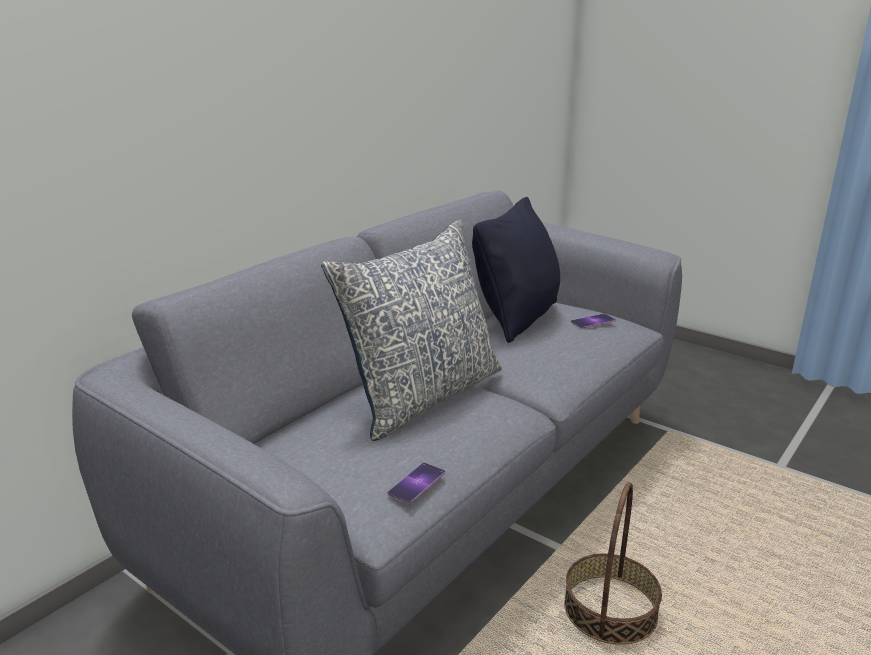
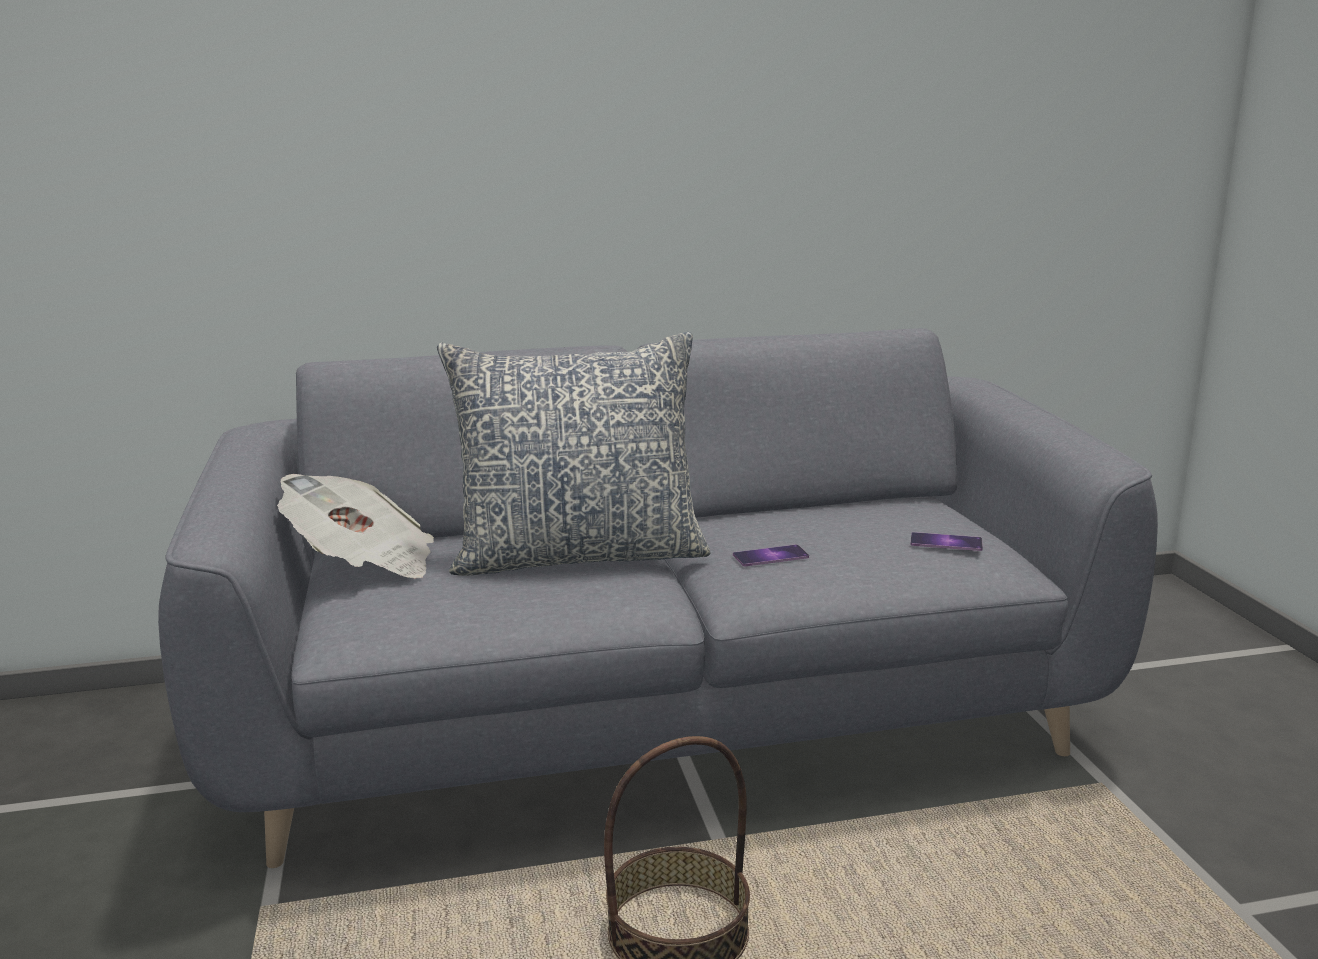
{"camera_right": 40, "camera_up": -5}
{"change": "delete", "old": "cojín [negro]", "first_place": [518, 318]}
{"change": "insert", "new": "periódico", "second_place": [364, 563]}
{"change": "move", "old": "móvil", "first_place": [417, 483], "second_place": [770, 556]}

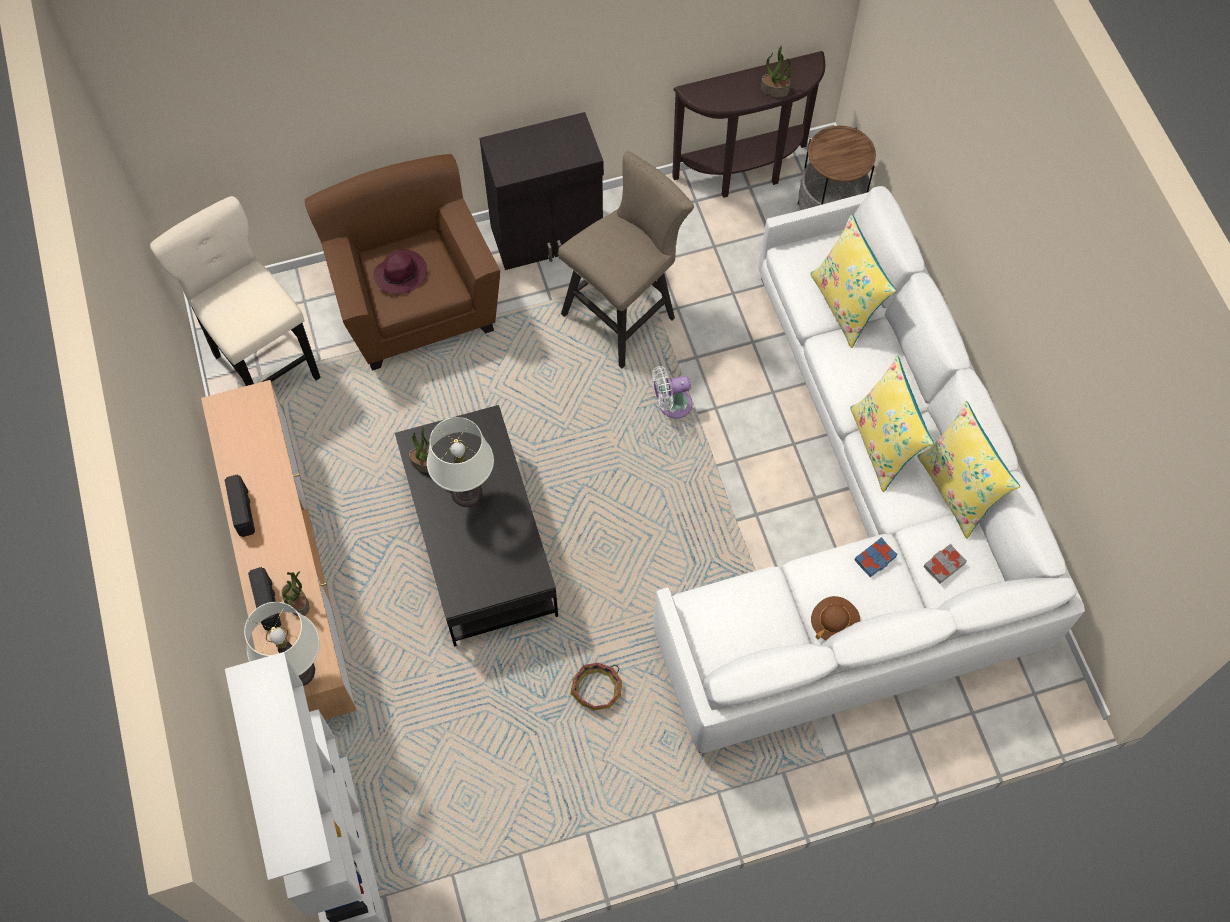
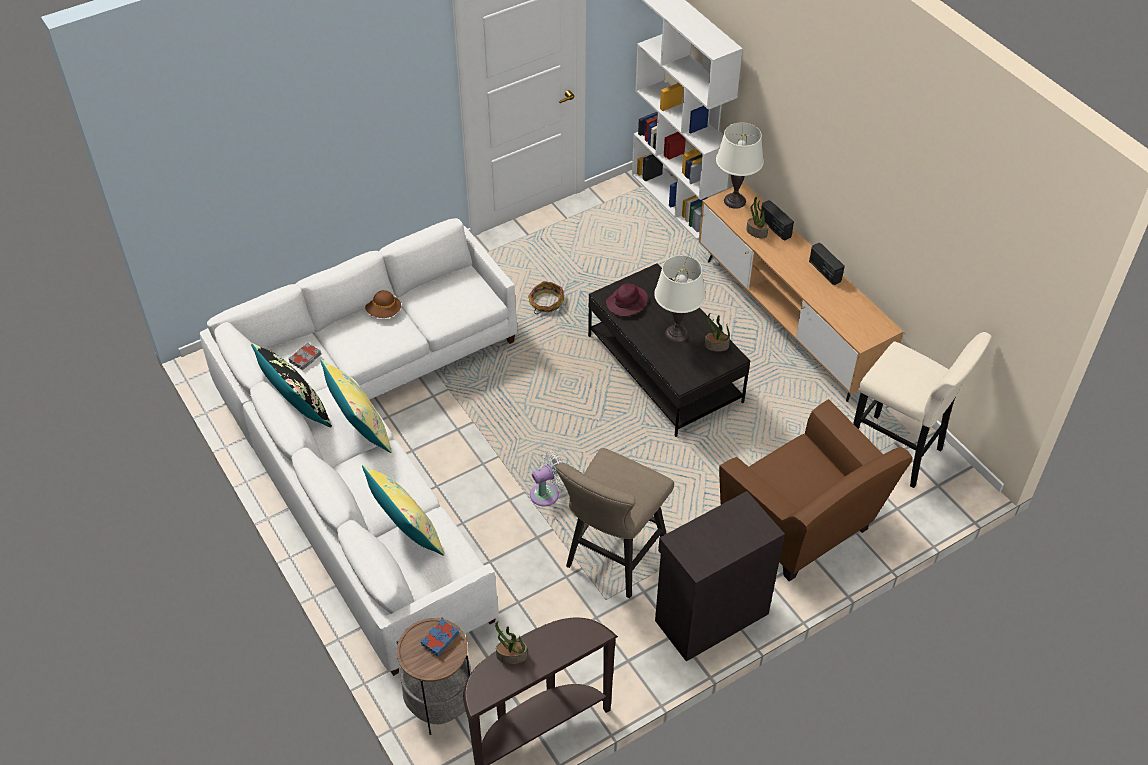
{"camera_right": 165, "camera_up": -15}
{"change": "move", "old": "sombrero [morado]", "first_place": [401, 273], "second_place": [626, 303]}
{"change": "move", "old": "libro [azul]", "first_place": [875, 559], "second_place": [439, 639]}
{"change": "recolor", "old": "cojín [amarillo]", "new": "cojín [negro]", "first_place": [957, 490], "second_place": [297, 409]}

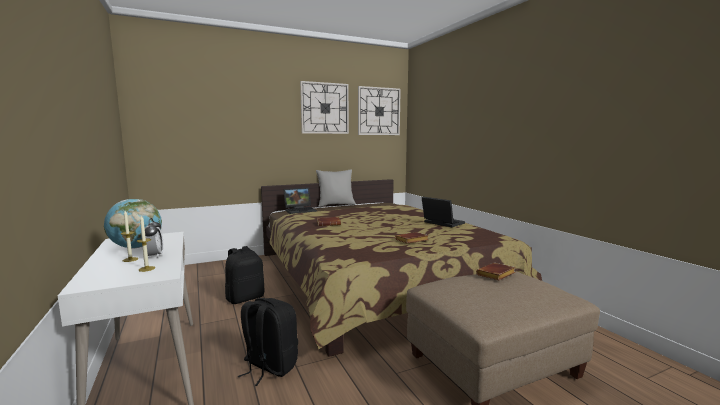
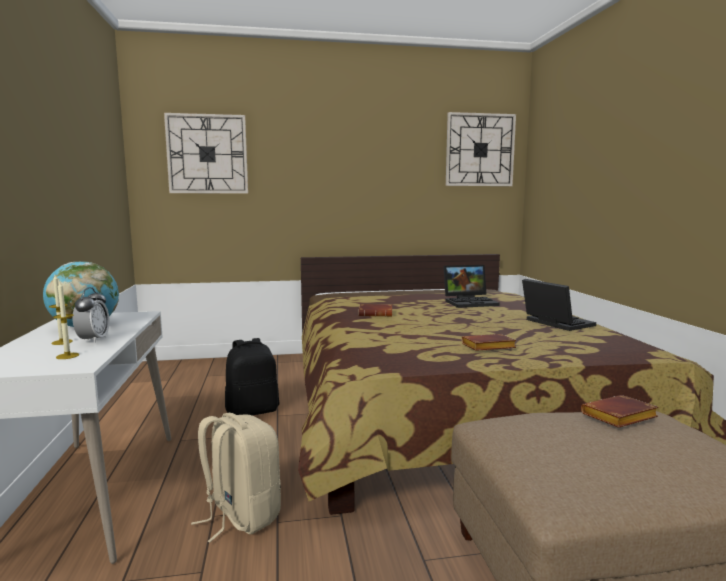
{"camera_right": 15, "camera_up": 0}
{"change": "delete", "old": "cojín [gris]", "first_place": [336, 205]}
{"change": "move", "old": "portátil", "first_place": [300, 210], "second_place": [470, 302]}
{"change": "move", "old": "reloj de pared", "first_place": [325, 108], "second_place": [207, 154]}
{"change": "recolor", "old": "mochila [negro]", "new": "mochila [beis]", "first_place": [269, 367], "second_place": [240, 516]}

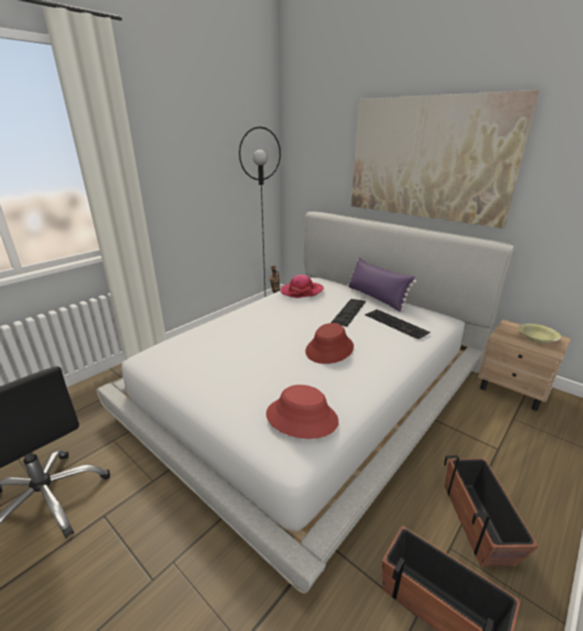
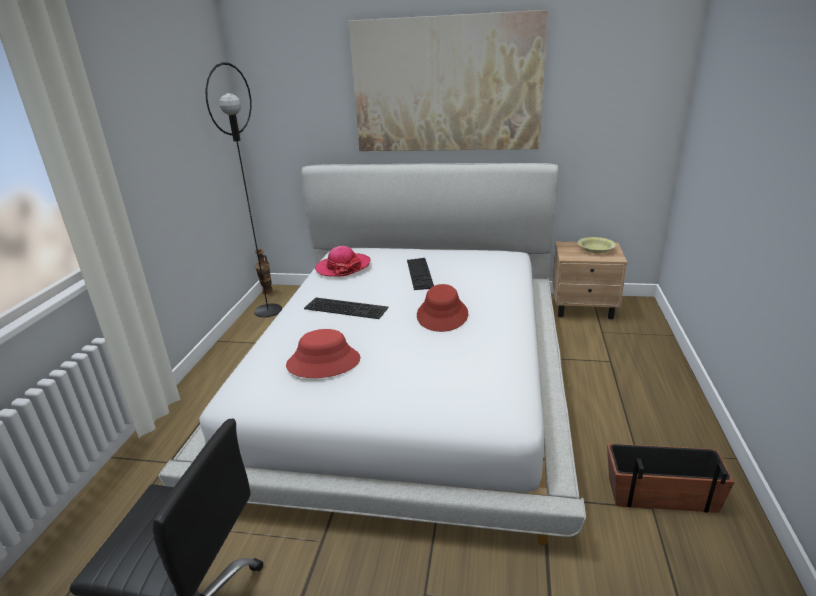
{"camera_right": -30, "camera_up": 0}
{"change": "delete", "old": "cojín [morado]", "first_place": [376, 298]}
{"change": "delete", "old": "maceta", "first_place": [478, 522]}
{"change": "move", "old": "sombrero [rojo]", "first_place": [302, 417], "second_place": [323, 362]}
{"change": "move", "old": "teclado", "first_place": [397, 323], "second_place": [347, 307]}

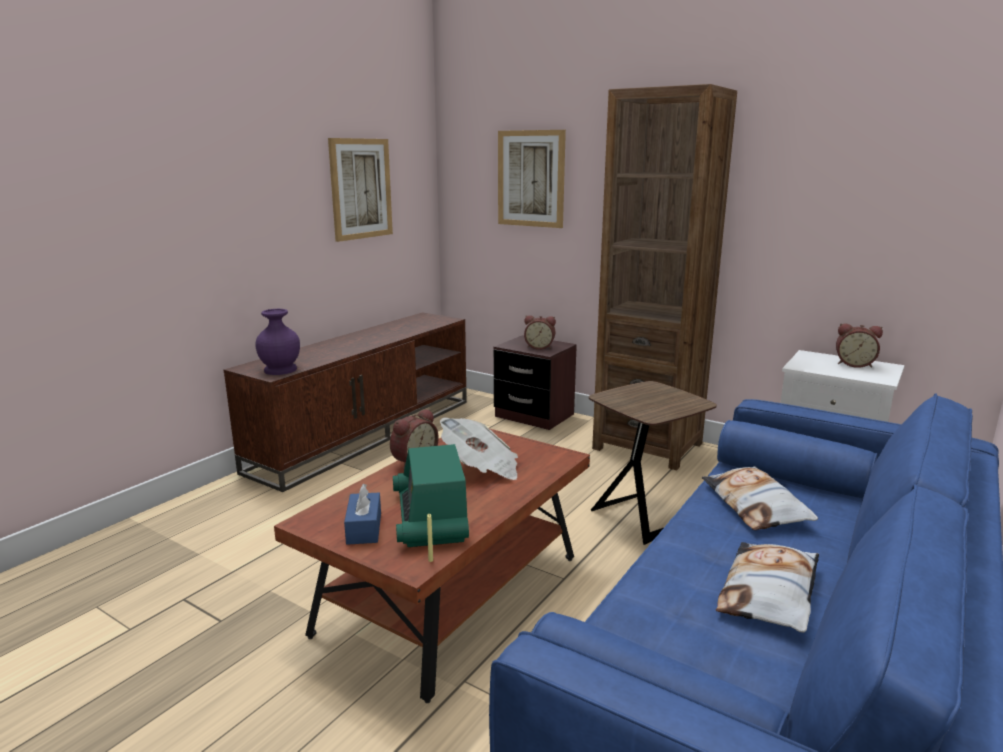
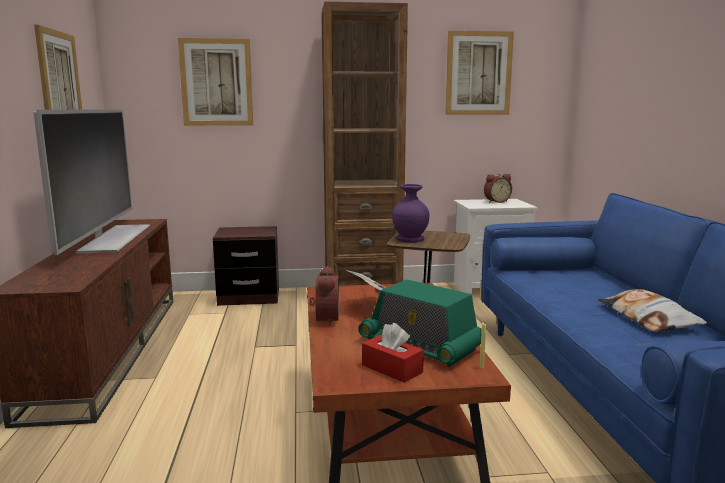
{"camera_right": -40, "camera_up": -5}
{"change": "delete", "old": "despertador", "first_place": [539, 347]}
{"change": "delete", "old": "cojín", "first_place": [755, 505]}
{"change": "insert", "new": "televisor", "second_place": [113, 238]}
{"change": "insert", "new": "cuadro", "second_place": [478, 73]}
{"change": "move", "old": "florero [morado]", "first_place": [281, 370], "second_place": [410, 239]}
{"change": "recolor", "old": "caja de pañuelos [azul]", "new": "caja de pañuelos [rojo]", "first_place": [364, 528], "second_place": [392, 368]}

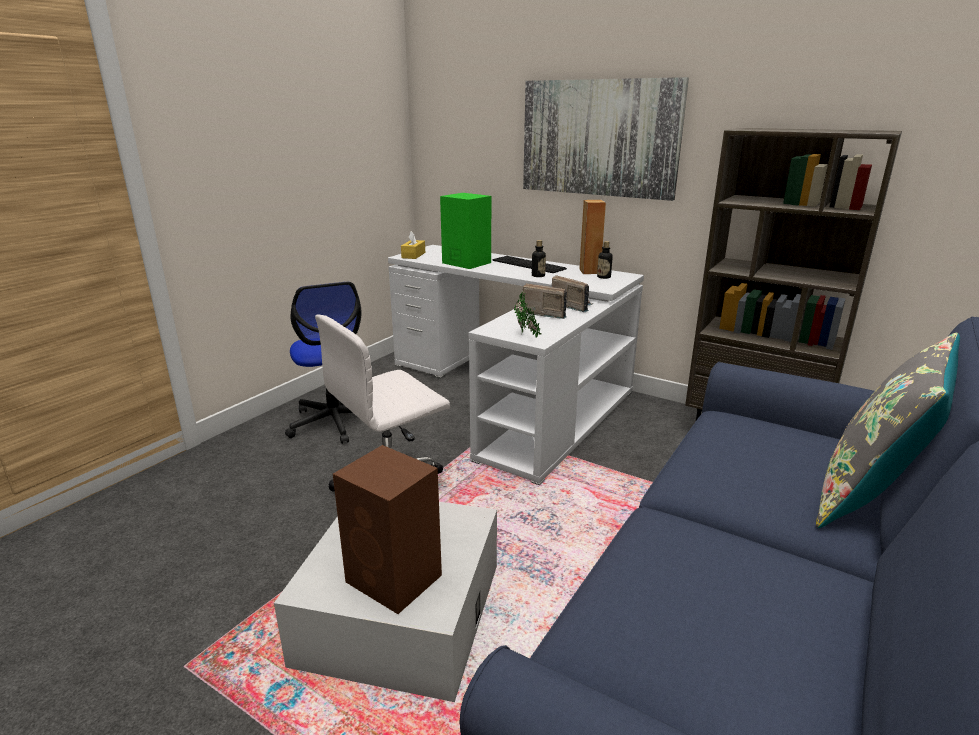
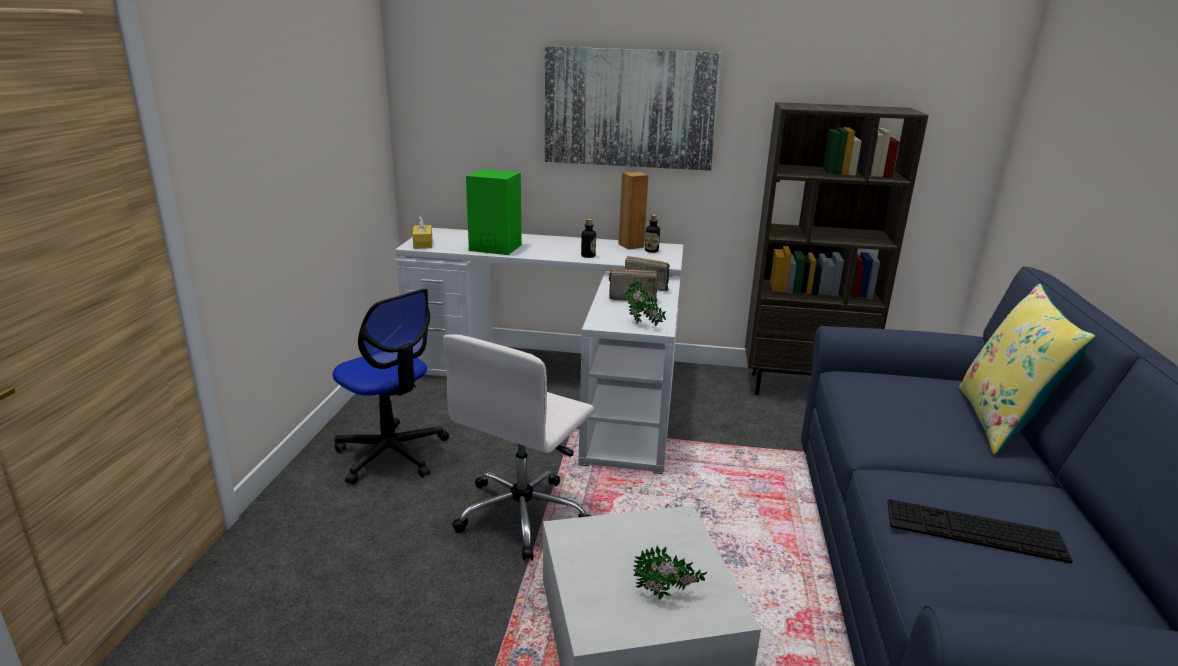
{"camera_right": -25, "camera_up": 0}
{"change": "move", "old": "teclado", "first_place": [528, 264], "second_place": [974, 530]}
{"change": "replace", "old": "altavoz [marrón]", "new": "planta en maceta", "first_place": [395, 579], "second_place": [667, 596]}
{"change": "recolor", "old": "cojín [gris]", "new": "cojín [amarillo]", "first_place": [869, 497], "second_place": [1001, 422]}

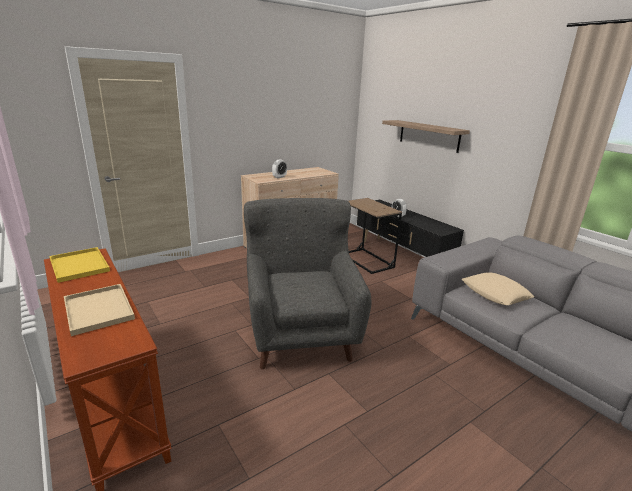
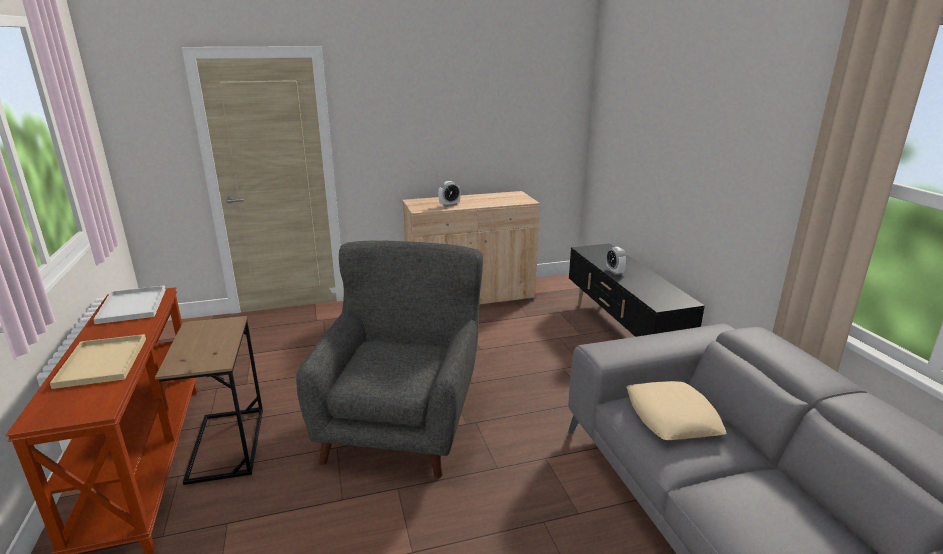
{"camera_right": 20, "camera_up": 0}
{"change": "delete", "old": "estante", "first_place": [429, 135]}
{"change": "move", "old": "mesa auxiliar [marrón]", "first_place": [367, 260], "second_place": [227, 444]}
{"change": "recolor", "old": "bandeja [amarillo]", "new": "bandeja [blanco]", "first_place": [78, 265], "second_place": [131, 305]}

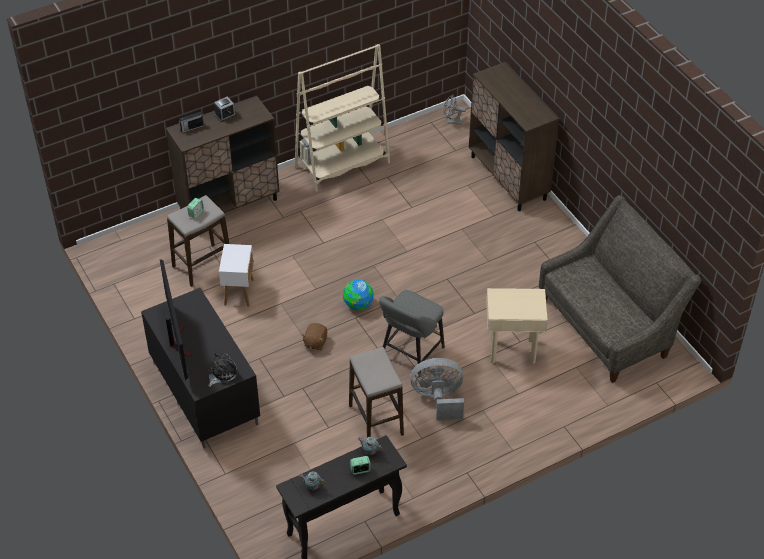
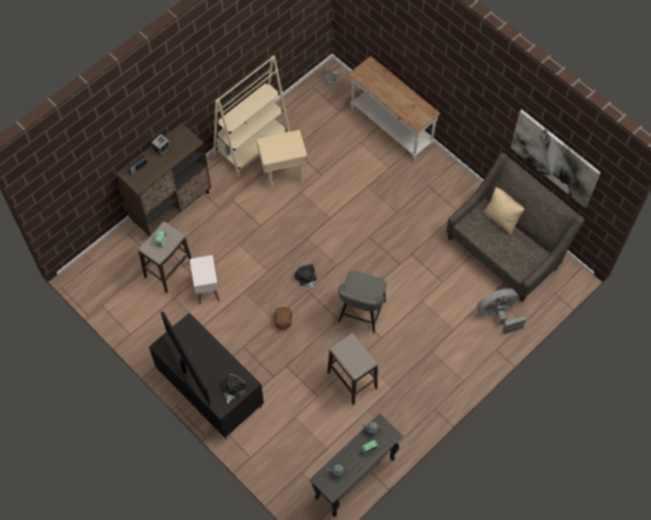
{"camera_right": -15, "camera_up": 15}
{"change": "insert", "new": "cojín [beis]", "second_place": [501, 218]}
{"change": "insert", "new": "cuadro", "second_place": [554, 158]}
{"change": "move", "old": "ventilador [gris]", "first_place": [438, 399], "second_place": [498, 315]}
{"change": "move", "old": "mesa auxiliar [beis]", "first_place": [512, 351], "second_place": [283, 176]}
{"change": "replace", "old": "globo terráqueo", "new": "peluche", "first_place": [358, 304], "second_place": [306, 278]}
{"change": "replace", "old": "armario [marrón]", "new": "mesa consola [blanco]", "first_place": [508, 178], "second_place": [390, 128]}

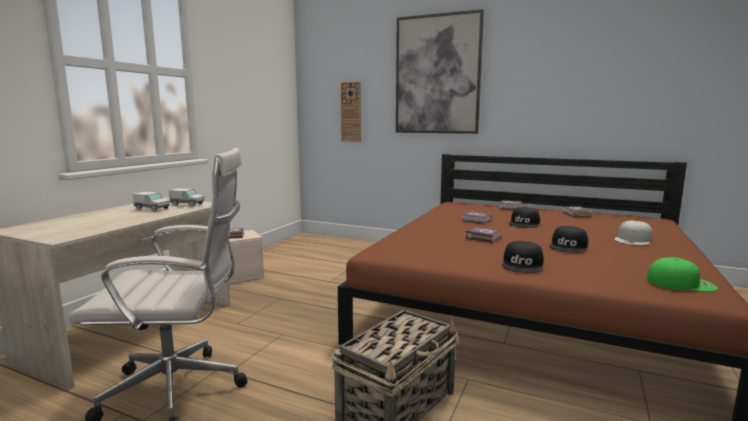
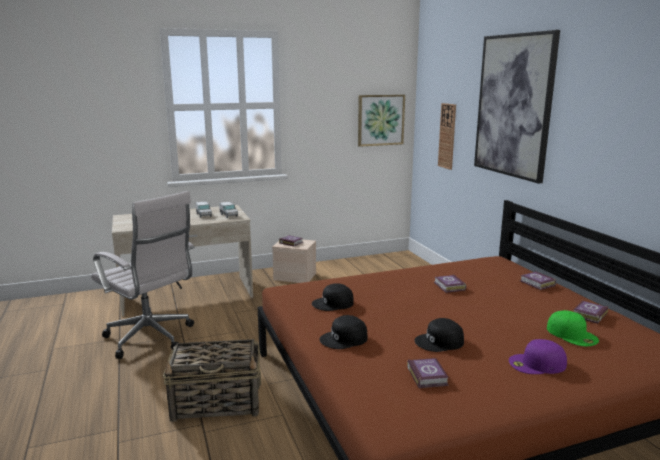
{"camera_right": 45, "camera_up": 5}
{"change": "insert", "new": "cuadro", "second_place": [380, 120]}
{"change": "move", "old": "libro", "first_place": [482, 237], "second_place": [427, 375]}
{"change": "move", "old": "gorra [negro]", "first_place": [524, 223], "second_place": [333, 303]}
{"change": "move", "old": "gorra [verde]", "first_place": [681, 283], "second_place": [572, 334]}
{"change": "recolor", "old": "gorra [blanco]", "new": "gorra [morado]", "first_place": [633, 239], "second_place": [537, 364]}

